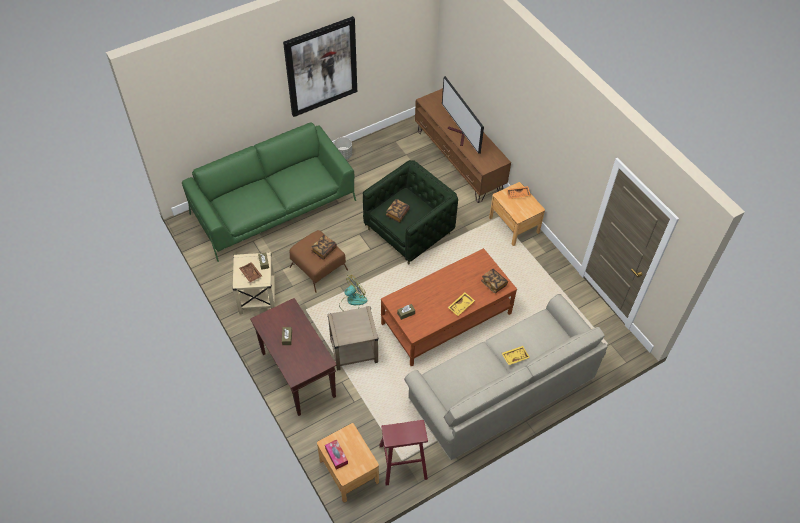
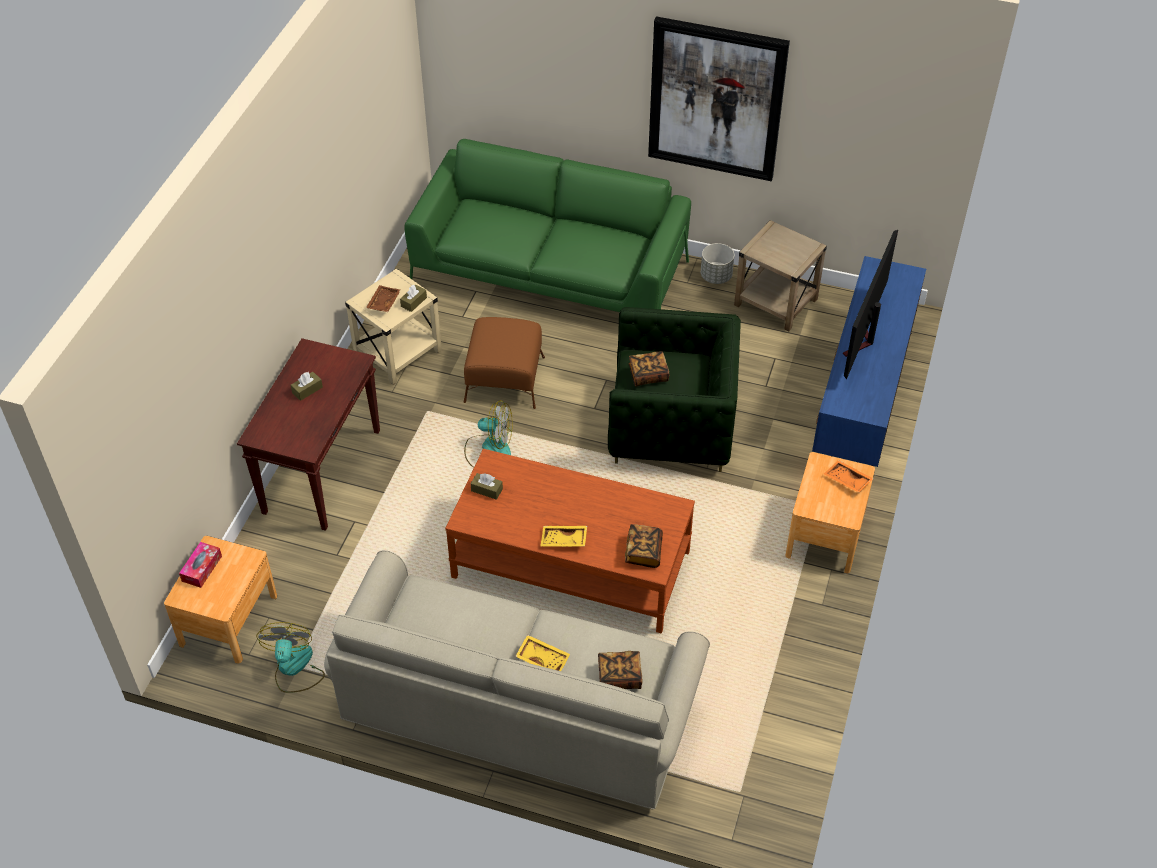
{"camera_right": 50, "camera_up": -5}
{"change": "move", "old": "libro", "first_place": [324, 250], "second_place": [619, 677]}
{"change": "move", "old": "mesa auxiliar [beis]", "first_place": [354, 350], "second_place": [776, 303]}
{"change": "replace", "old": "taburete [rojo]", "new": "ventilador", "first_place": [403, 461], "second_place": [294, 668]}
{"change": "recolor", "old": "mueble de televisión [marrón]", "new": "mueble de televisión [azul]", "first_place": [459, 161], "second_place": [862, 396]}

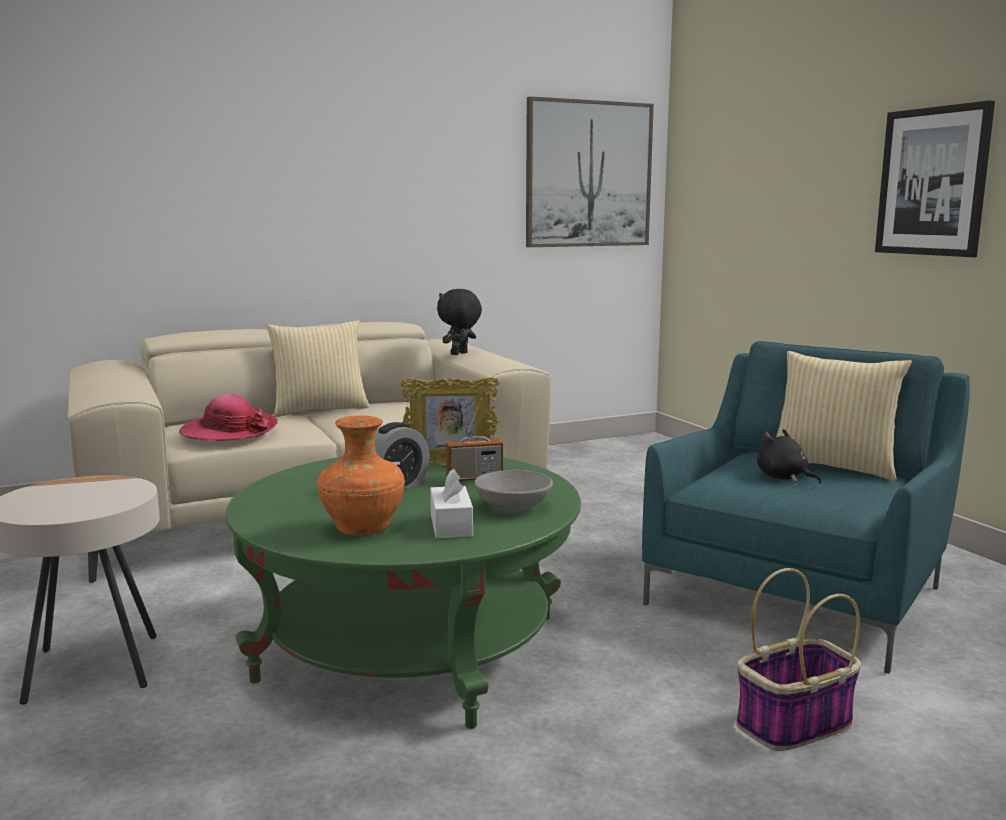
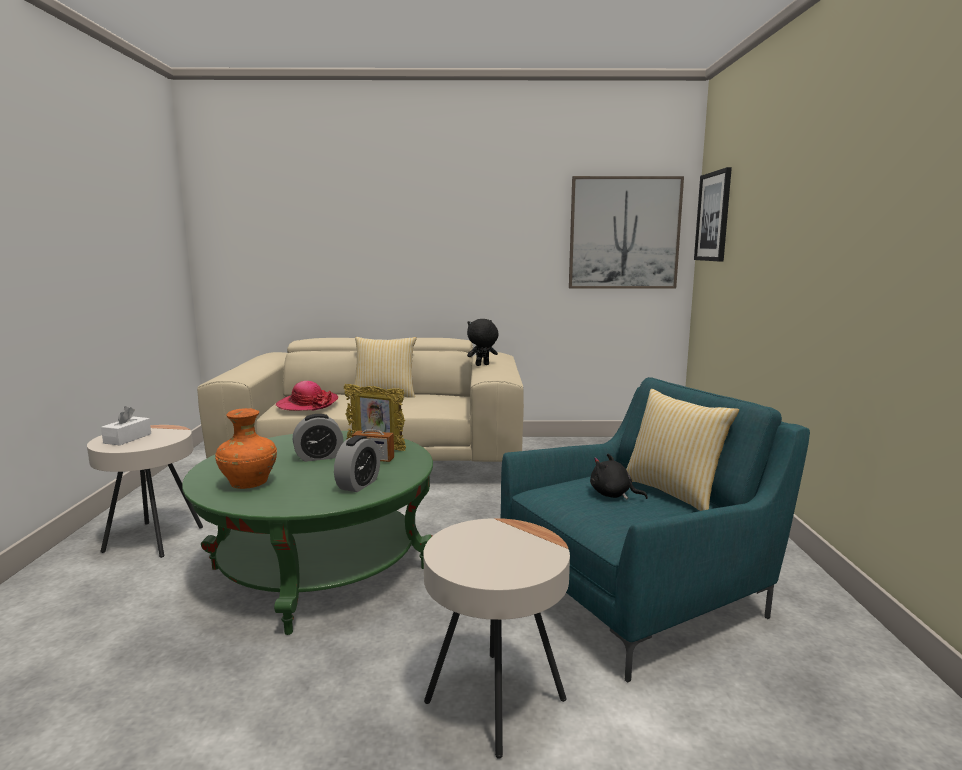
{"camera_right": 25, "camera_up": 0}
{"change": "move", "old": "caja de pañuelos [blanco]", "first_place": [451, 525], "second_place": [127, 438]}
{"change": "move", "old": "cuadro", "first_place": [933, 182], "second_place": [713, 216]}
{"change": "replace", "old": "cuenco [gris]", "new": "despertador", "first_place": [512, 507], "second_place": [358, 484]}
{"change": "replace", "old": "cesta", "new": "mesa auxiliar [beis]", "first_place": [793, 725], "second_place": [495, 701]}
{"change": "rotate", "old": "peluche [negro]", "first_place": [783, 478], "second_place": [613, 495], "degrees": -45}

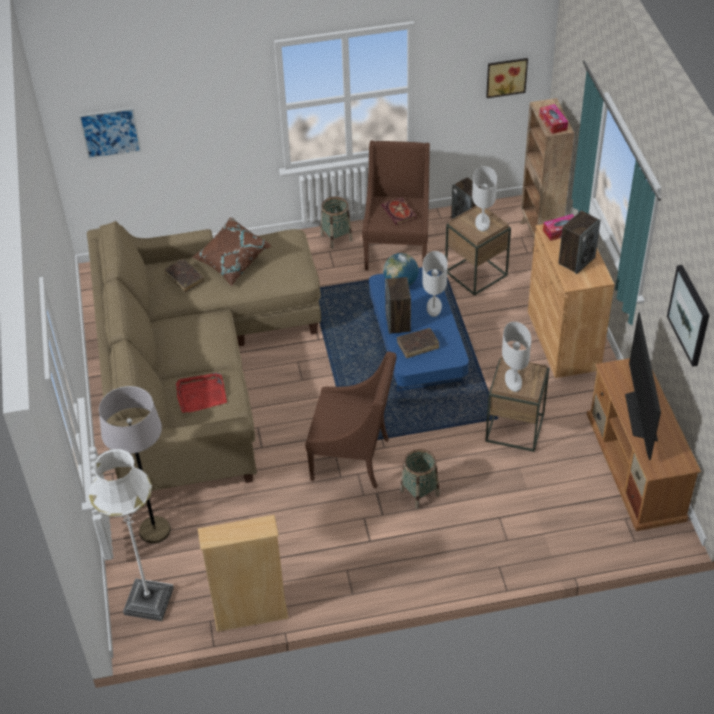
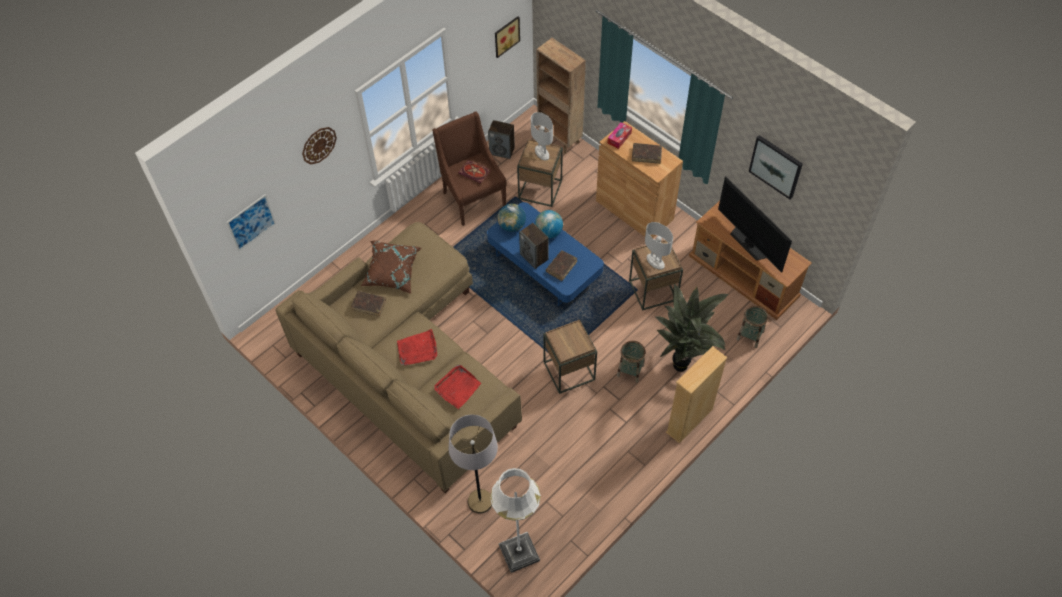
{"camera_right": -35, "camera_up": 10}
{"change": "delete", "old": "caja de pañuelos", "first_place": [553, 123]}
{"change": "insert", "new": "reloj de pared", "second_place": [318, 145]}
{"change": "insert", "new": "bandeja [rojo]", "second_place": [417, 349]}
{"change": "insert", "new": "planta en maceta", "second_place": [683, 364]}
{"change": "move", "old": "estantería [beis]", "first_place": [251, 615], "second_place": [689, 420]}
{"change": "move", "old": "cesta", "first_place": [336, 237], "second_place": [750, 335]}
{"change": "replace", "old": "sillón [marrón]", "new": "mesa auxiliar [marrón]", "first_place": [353, 459], "second_place": [569, 371]}
{"change": "replace", "old": "lámpara de mesa [blanco]", "new": "globo terráqueo", "first_place": [433, 307], "second_place": [548, 232]}
{"change": "replace", "old": "altavoz", "new": "libro [marrón]", "first_place": [576, 260], "second_place": [646, 155]}

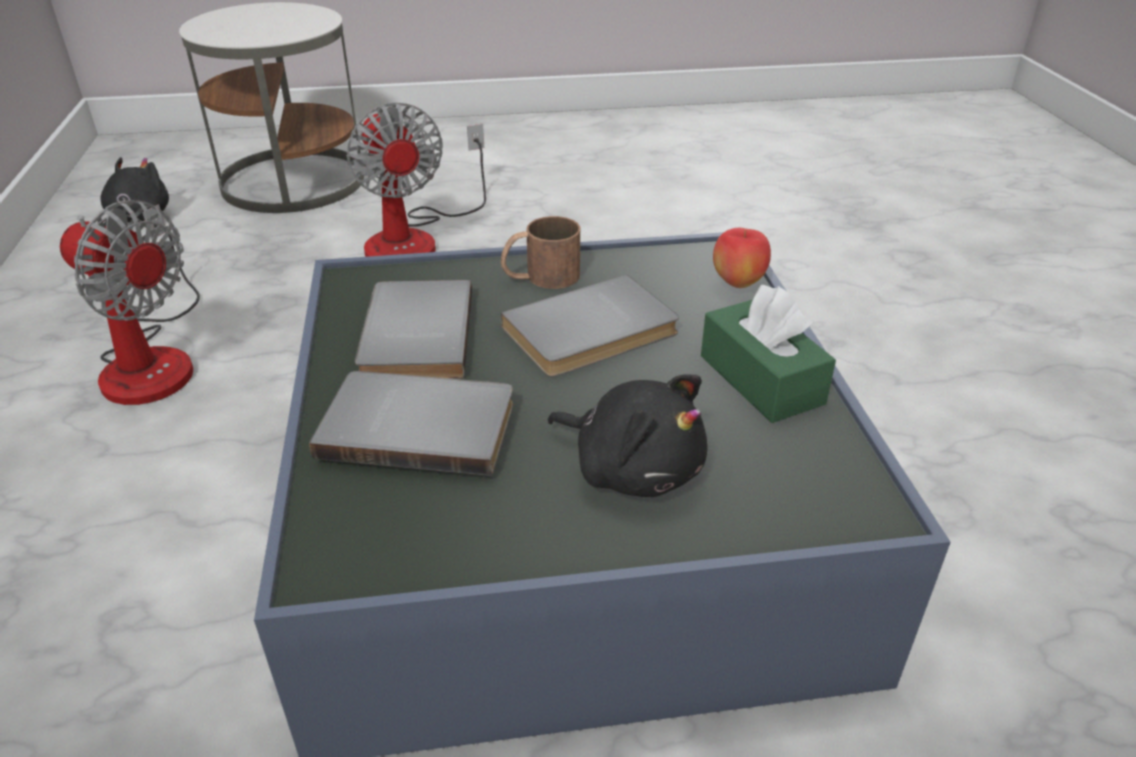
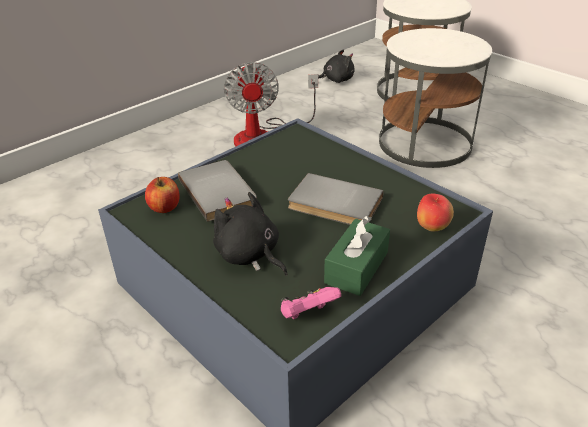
{"camera_right": 55, "camera_up": 0}
{"change": "delete", "old": "libro [gris]", "first_place": [412, 335]}
{"change": "delete", "old": "taza grande [marrón]", "first_place": [540, 277]}
{"change": "insert", "new": "manzana", "second_place": [164, 207]}
{"change": "insert", "new": "mando de consola [rosa]", "second_place": [307, 314]}
{"change": "replace", "old": "ventilador", "new": "mesa auxiliar [blanco]", "first_place": [416, 238], "second_place": [425, 143]}
{"change": "rotate", "old": "peluche [negro]", "first_place": [633, 468], "second_place": [249, 255], "degrees": 135}

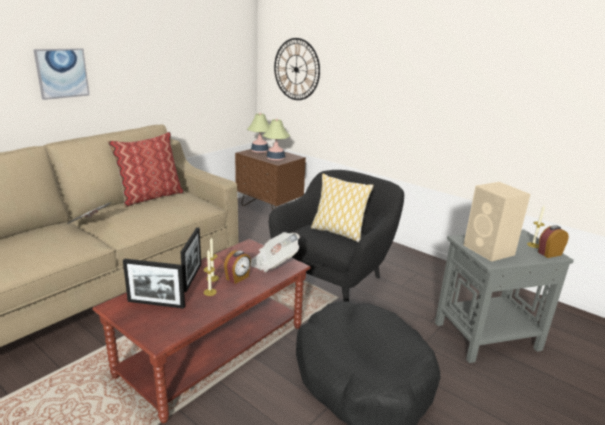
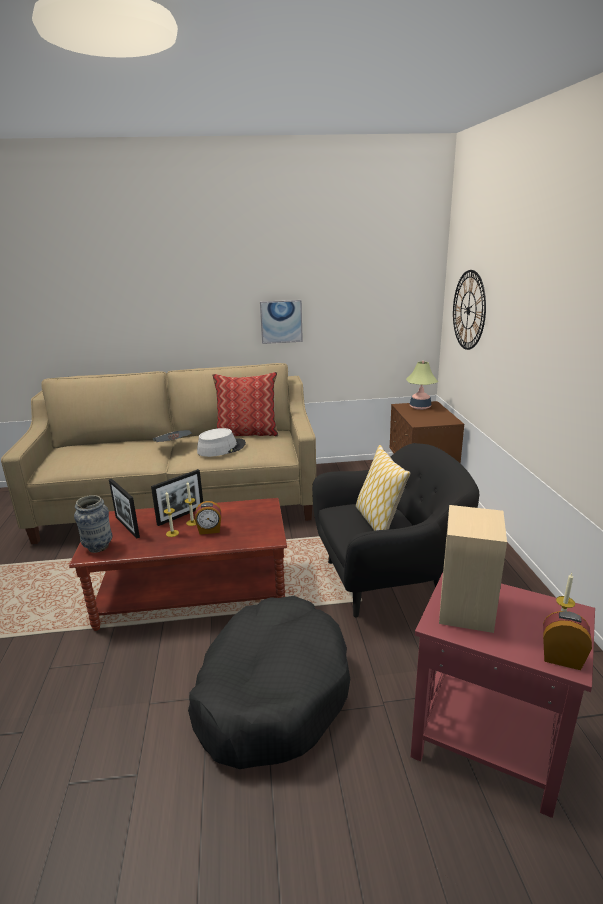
{"camera_right": 45, "camera_up": 0}
{"change": "delete", "old": "periódico", "first_place": [274, 263]}
{"change": "delete", "old": "lámpara de mesa", "first_place": [275, 159]}
{"change": "insert", "new": "florero", "second_place": [98, 547]}
{"change": "insert", "new": "sombrero [gris]", "second_place": [221, 448]}
{"change": "move", "old": "cuadro", "first_place": [62, 73], "second_place": [281, 321]}
{"change": "recolor", "old": "mesa auxiliar [gris]", "new": "mesa auxiliar [rojo]", "first_place": [486, 335], "second_place": [487, 743]}

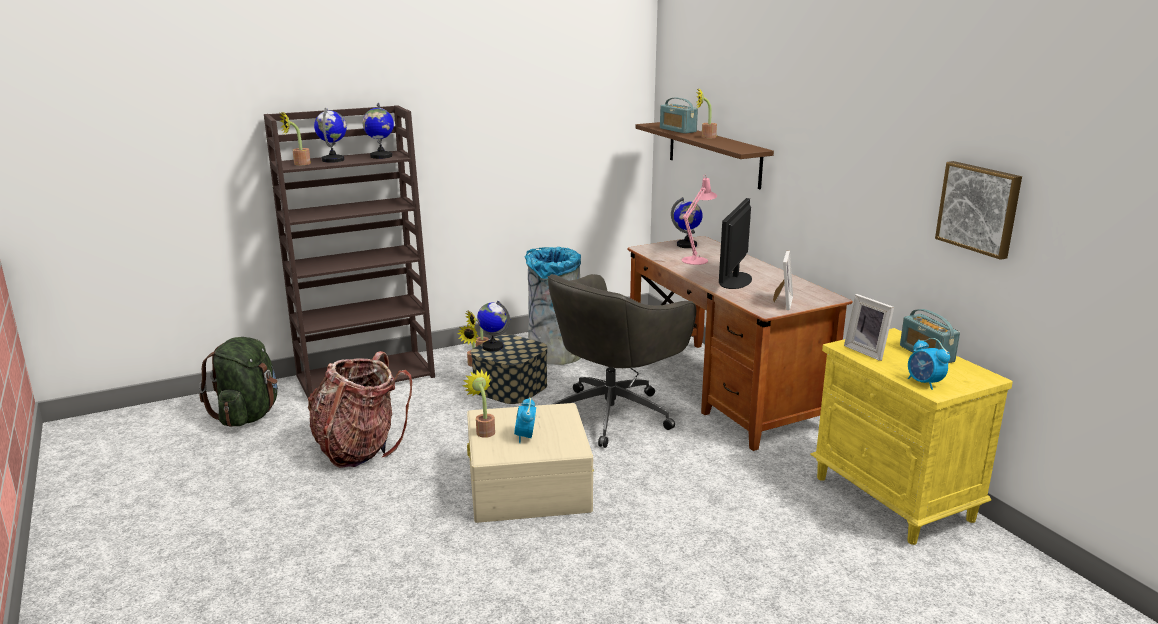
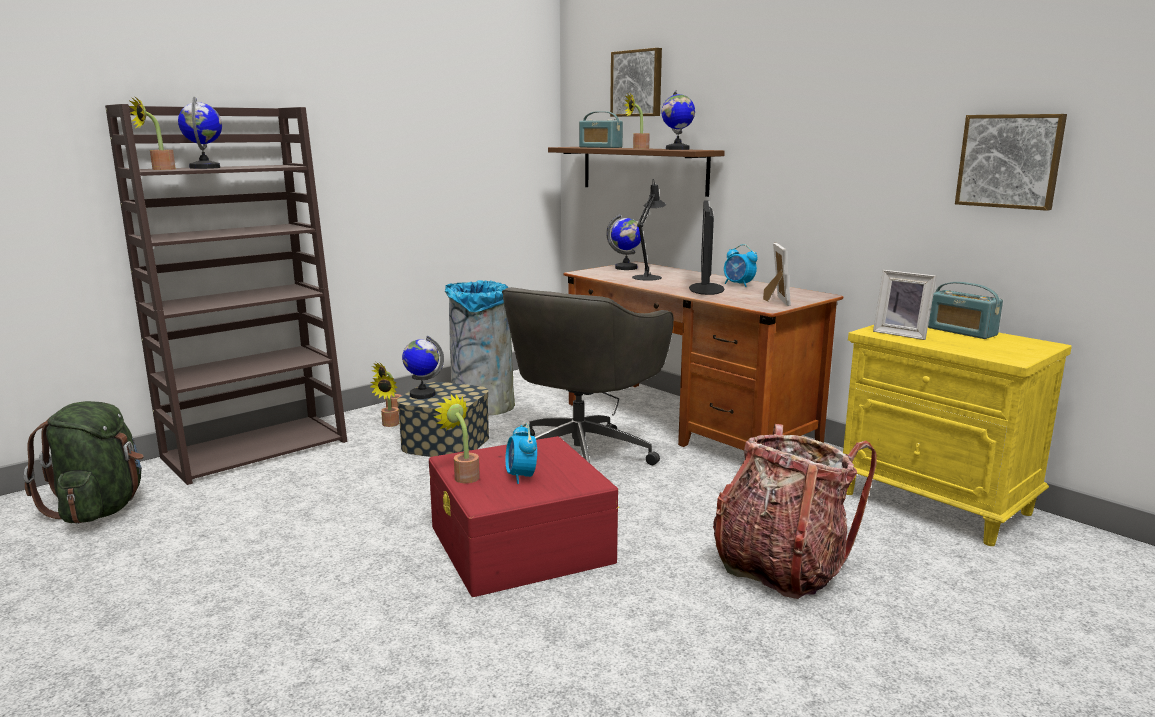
{"camera_right": -15, "camera_up": -5}
{"change": "insert", "new": "cuadro", "second_place": [637, 83]}
{"change": "move", "old": "mochila", "first_place": [358, 448], "second_place": [780, 567]}
{"change": "move", "old": "globo terráqueo", "first_place": [381, 156], "second_place": [677, 149]}
{"change": "move", "old": "despertador", "first_place": [924, 383], "second_place": [738, 285]}
{"change": "recolor", "old": "caja de almacenaje [beis]", "new": "caja de almacenaje [rojo]", "first_place": [528, 486], "second_place": [521, 544]}
{"change": "recolor", "old": "lámpara de mesa [rosa]", "new": "lámpara de mesa [negro]", "first_place": [697, 259], "second_place": [648, 277]}

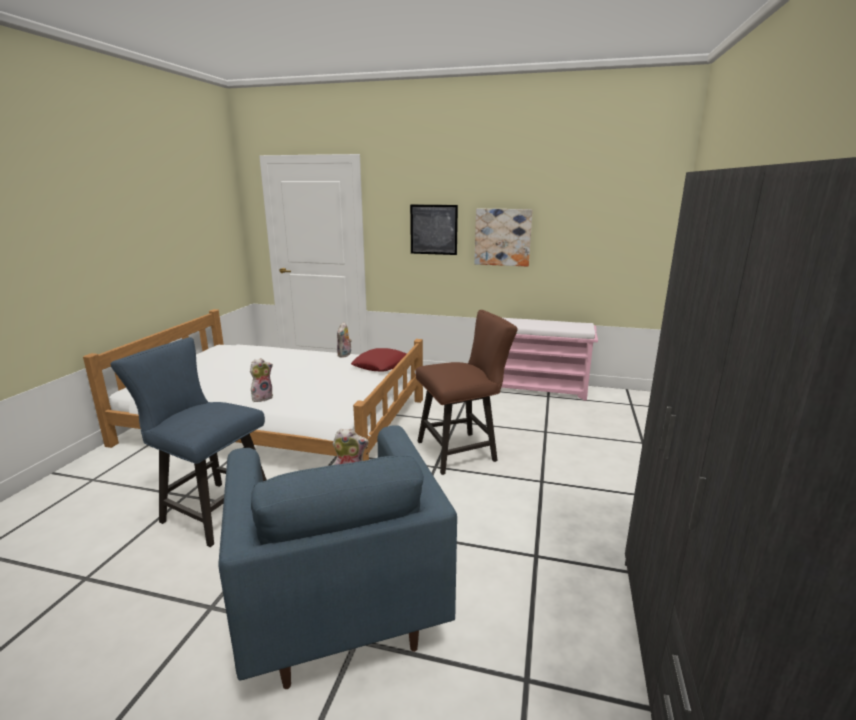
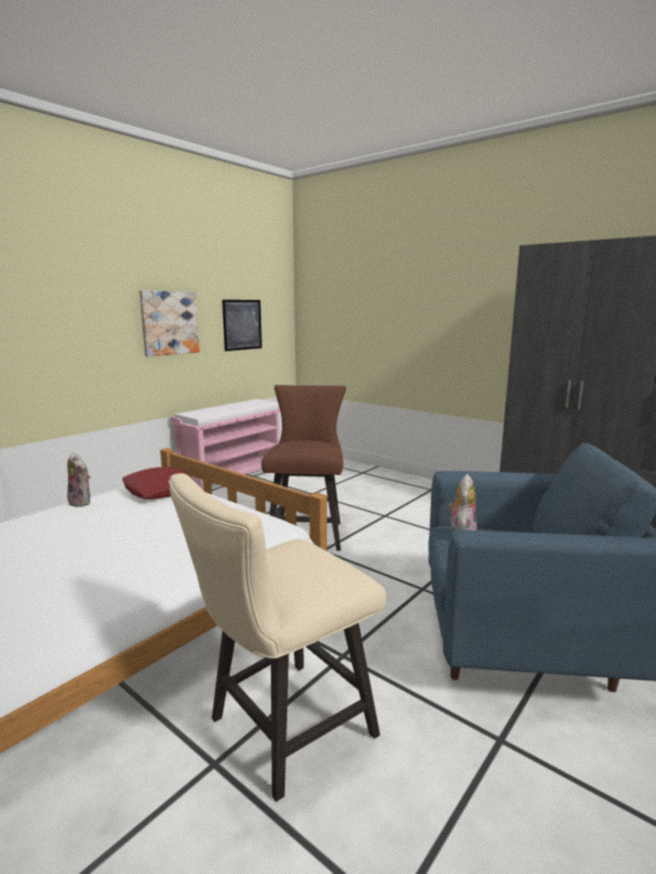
{"camera_right": -65, "camera_up": -5}
{"change": "delete", "old": "peluche", "first_place": [262, 397]}
{"change": "move", "old": "cuadro", "first_place": [433, 229], "second_place": [242, 325]}
{"change": "recolor", "old": "silla [azul]", "new": "silla [beis]", "first_place": [211, 509], "second_place": [281, 731]}

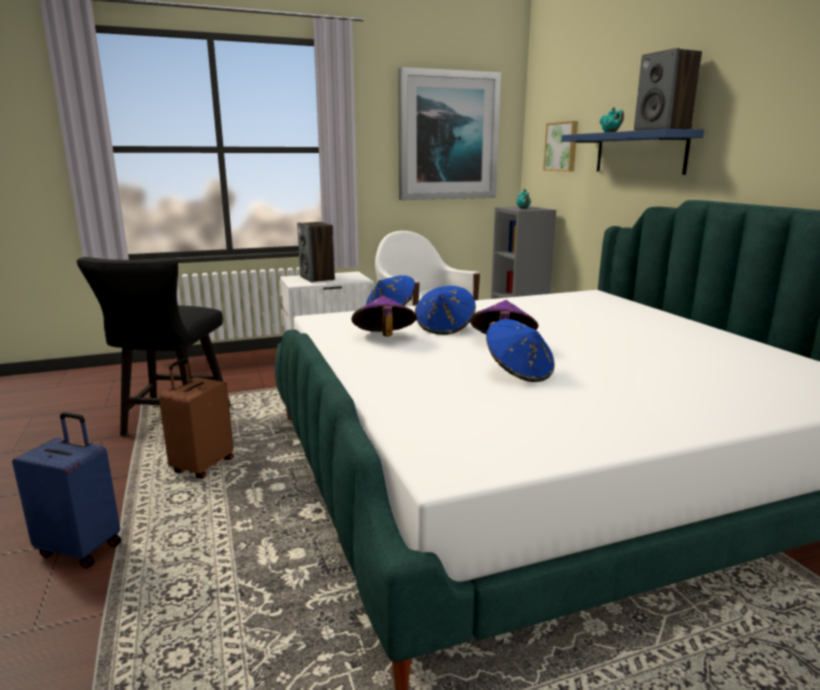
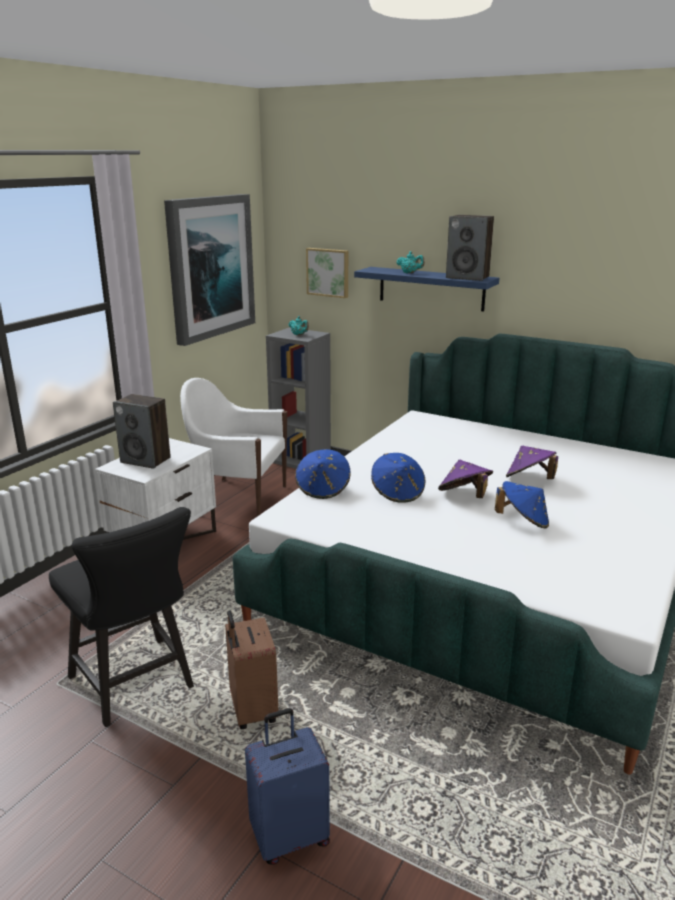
{"camera_right": -40, "camera_up": 5}
{"change": "move", "old": "sombrero [morado]", "first_place": [384, 338], "second_place": [529, 480]}

